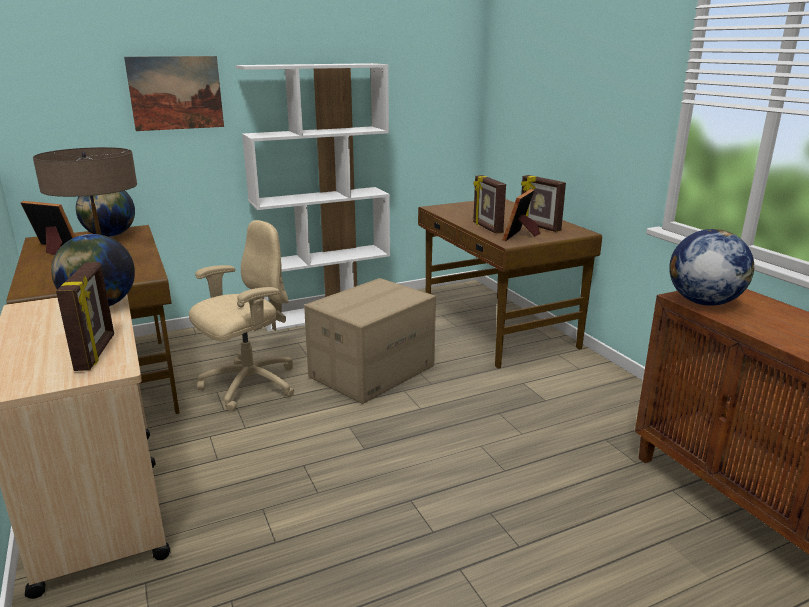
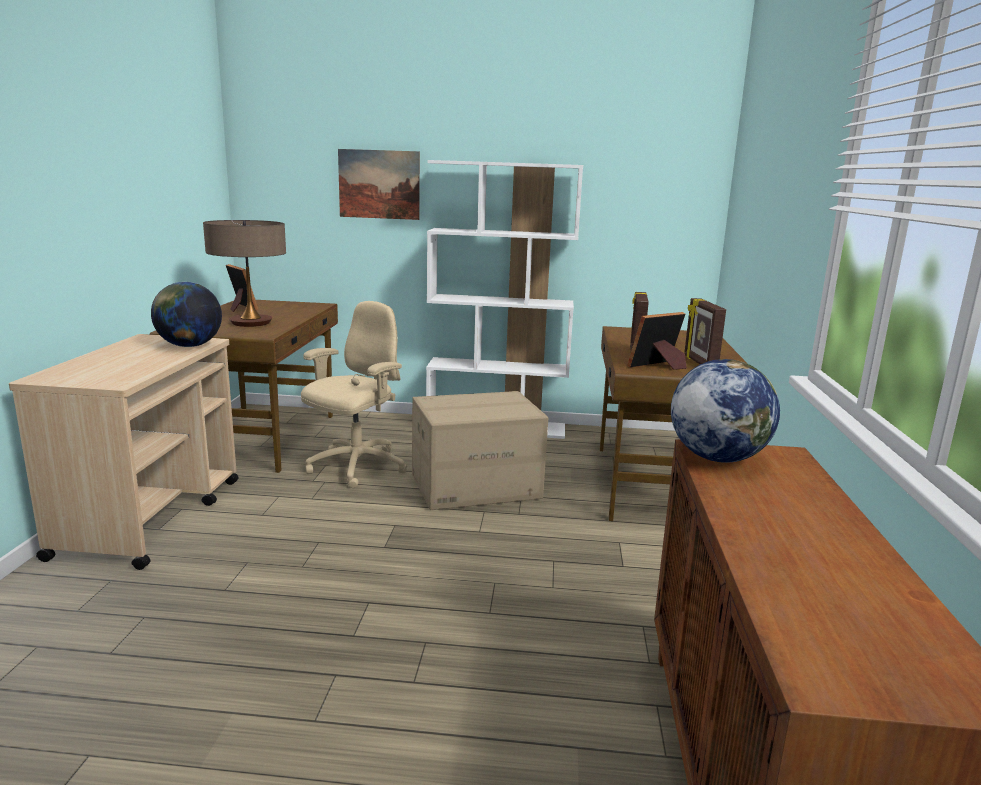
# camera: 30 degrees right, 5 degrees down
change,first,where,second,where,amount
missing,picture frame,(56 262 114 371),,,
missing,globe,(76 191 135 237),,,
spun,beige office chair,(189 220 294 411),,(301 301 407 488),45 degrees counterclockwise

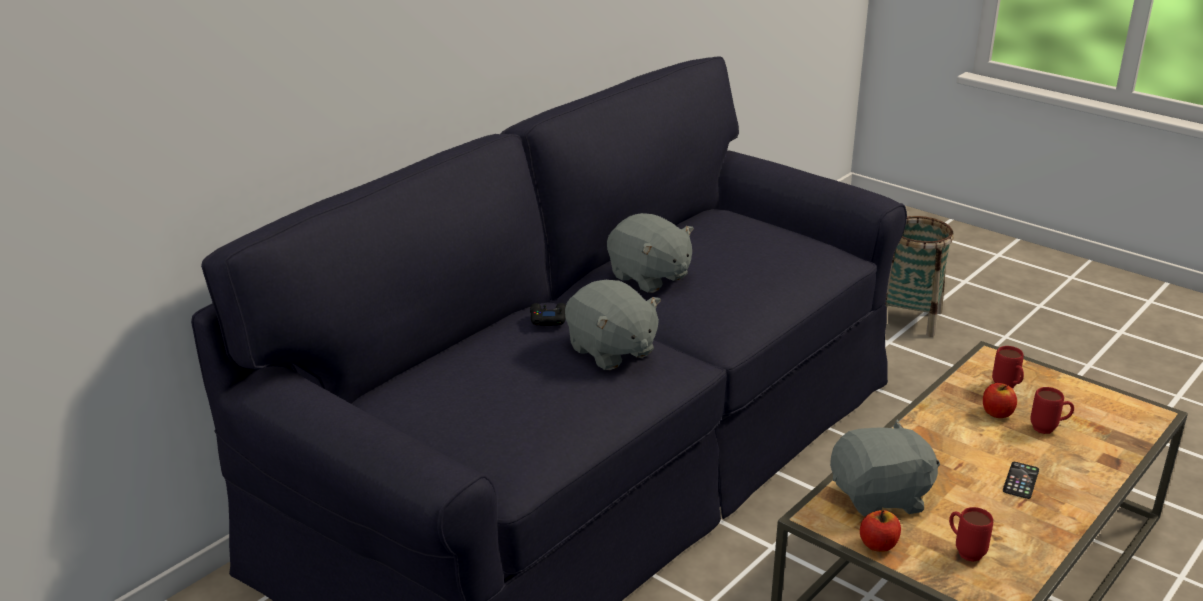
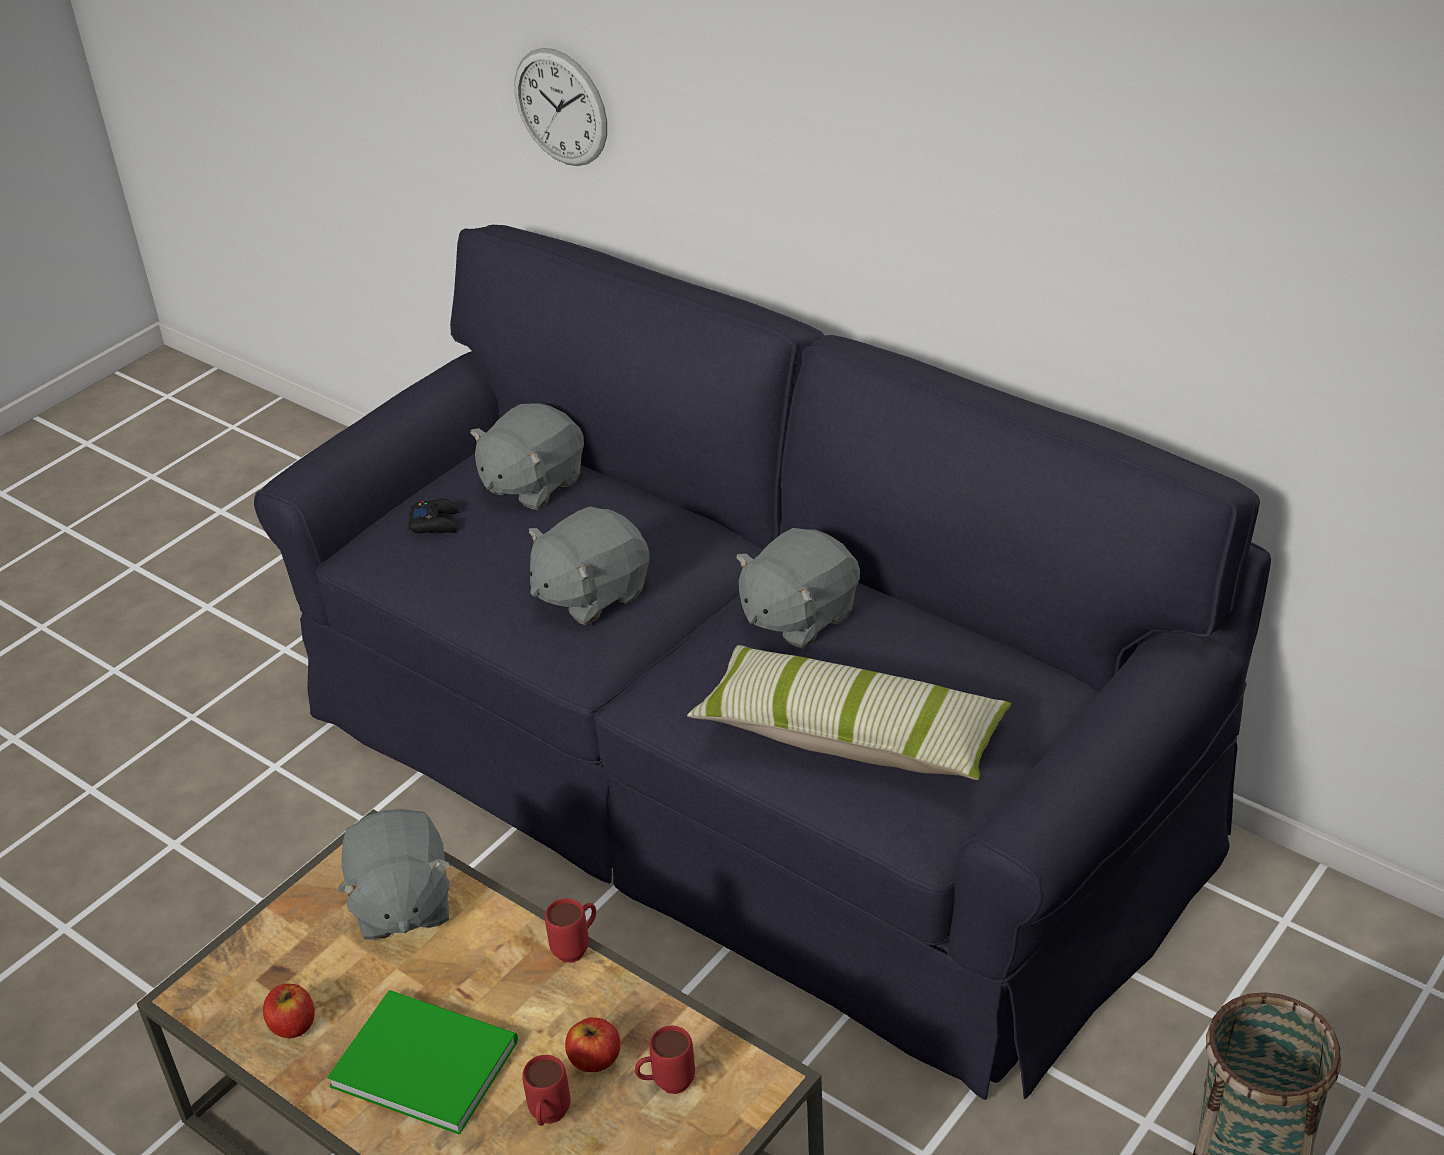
# camera: 90 degrees right, 10 degrees up
change,first,where,second,where,amount
appeared,,,grey plush toy,(470 403 584 510),
appeared,,,wall clock,(514 48 607 166),
appeared,,,pillow,(687 645 1011 780),
relocated,black game controller,(530 303 566 326),,(408 498 459 533),
relocated,apple,(860 510 901 552),,(263 984 315 1039),
relocated,red mug,(949 507 993 562),,(545 898 596 963),
exchanged,phone,(1003 462 1039 499),green book,(327 990 518 1135),

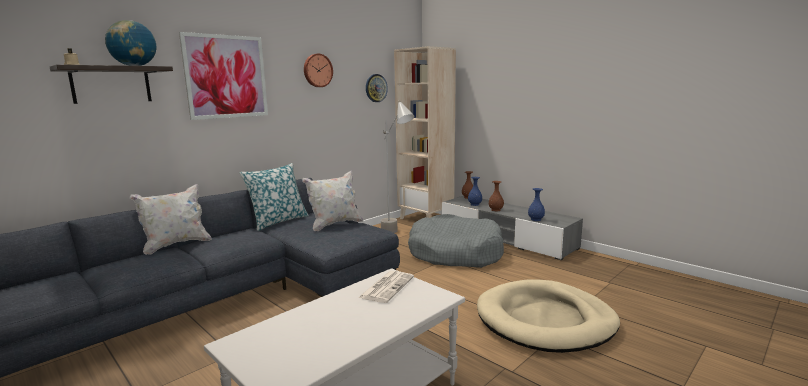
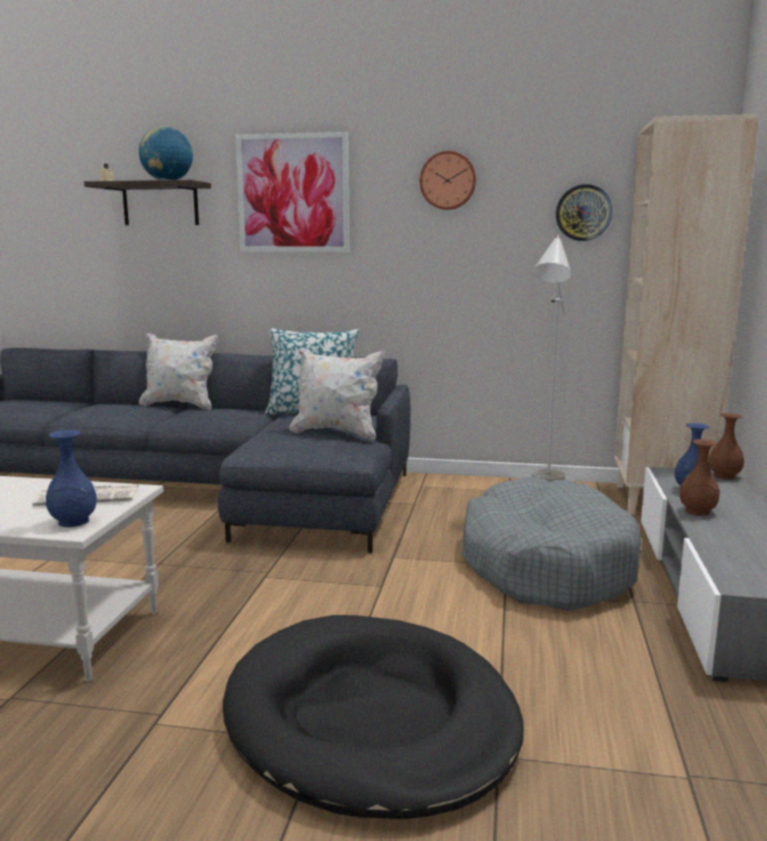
# camera: 55 degrees right, 0 degrees up
change,first,where,second,where,amount
relocated,blue vase,(528 188 545 221),,(46 430 97 527),
colour,beige dog bed,(477 280 620 353),black dog bed,(223 615 524 819),

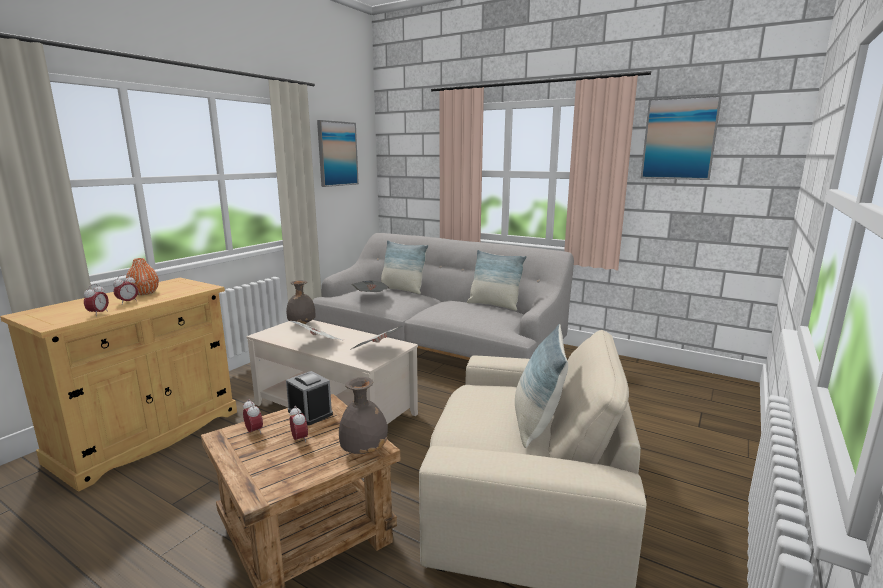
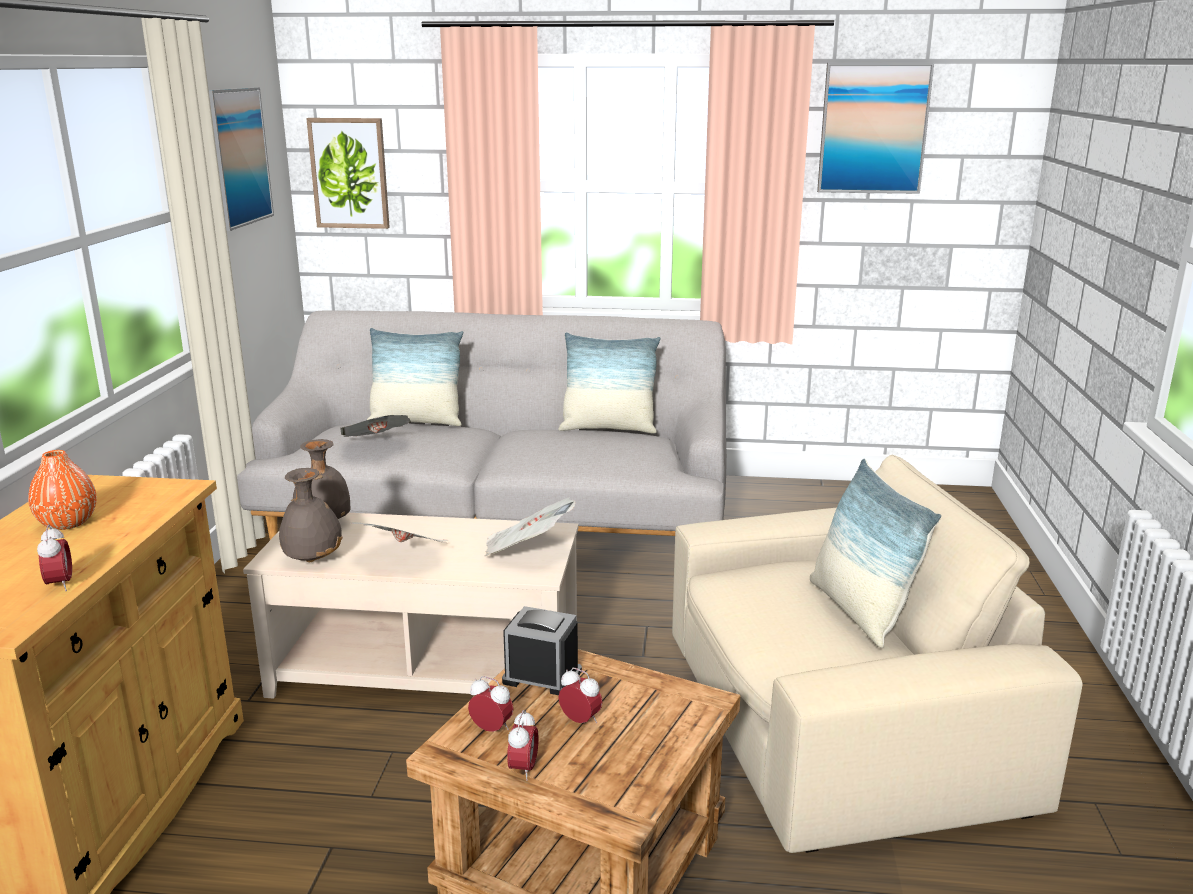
# camera: 25 degrees left, 5 degrees up
change,first,where,second,where,amount
appeared,,,picture,(306 118 390 229),
relocated,alarm clock,(113 275 138 304),,(507 710 539 781),
relocated,grey vase,(339 377 388 454),,(279 468 343 562),

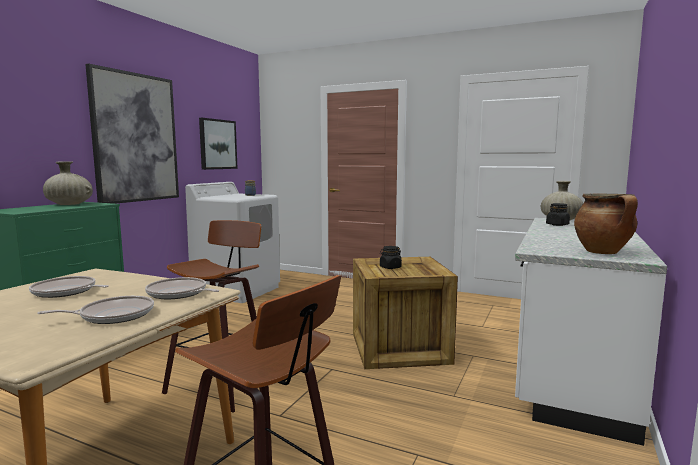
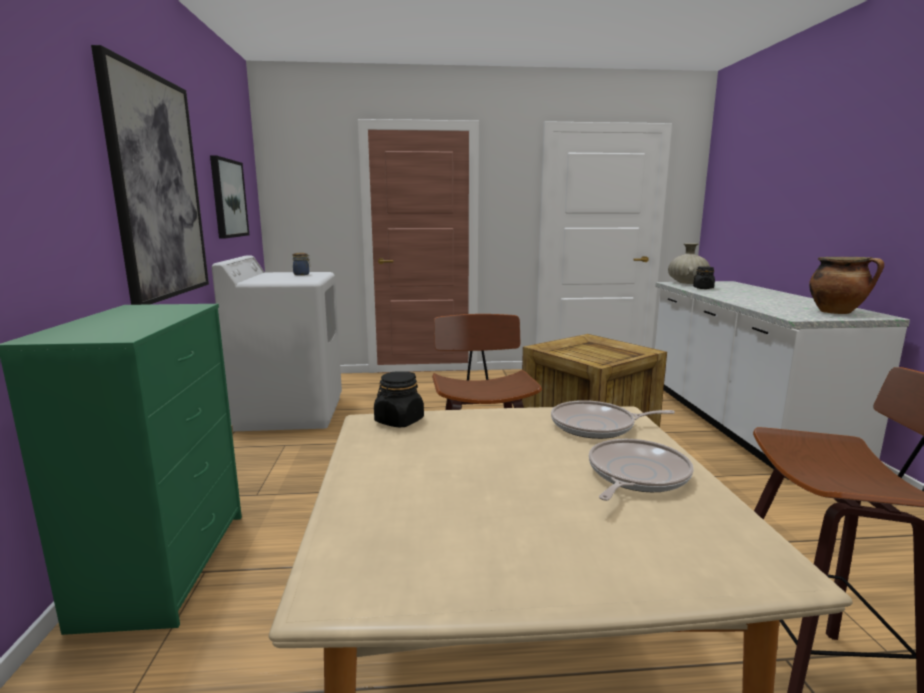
# camera: 30 degrees left, 5 degrees up
change,first,where,second,where,amount
missing,frying pan,(29 276 109 298),,,
missing,beige vase,(43 161 93 205),,,
relocated,black jar,(380 246 402 269),,(374 371 424 428),

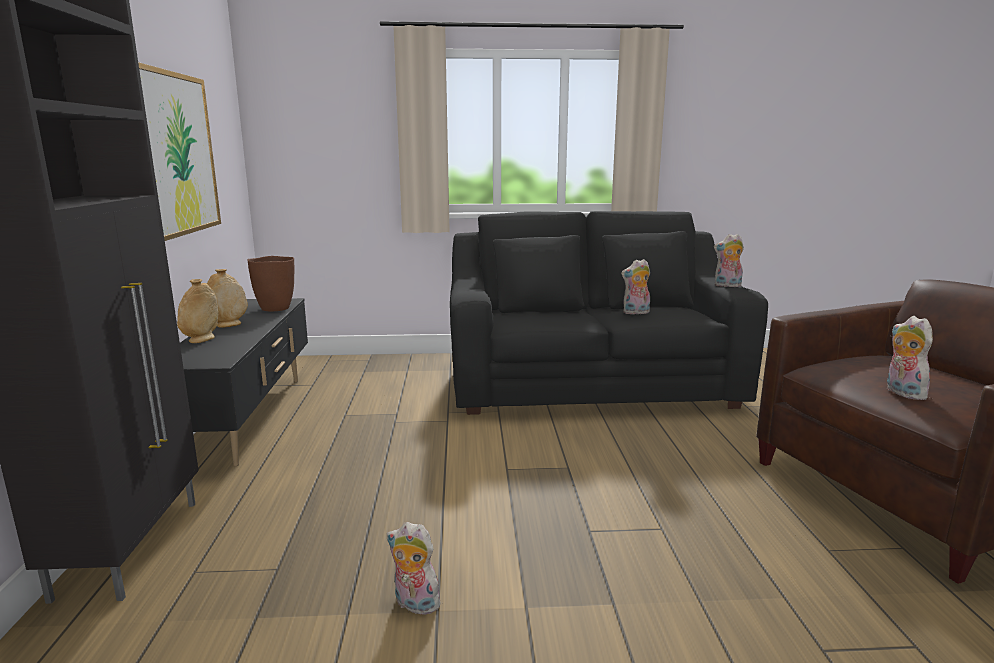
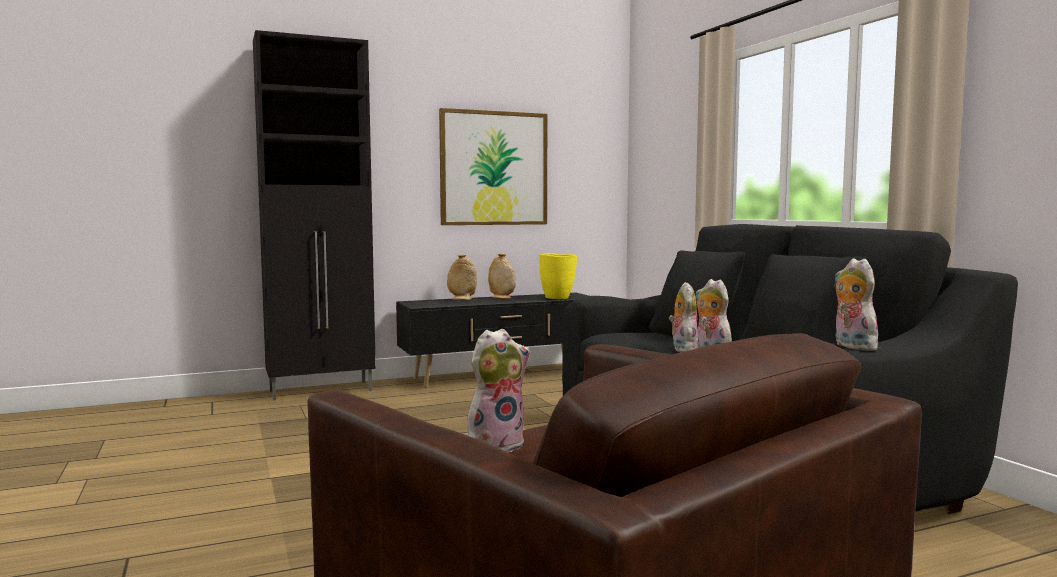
# camera: 70 degrees right, 10 degrees down
change,first,where,second,where,amount
relocated,plush toy,(387 522 446 617),,(669 282 698 352),
colour,brown vase,(247 256 295 311),yellow vase,(539 253 577 299),

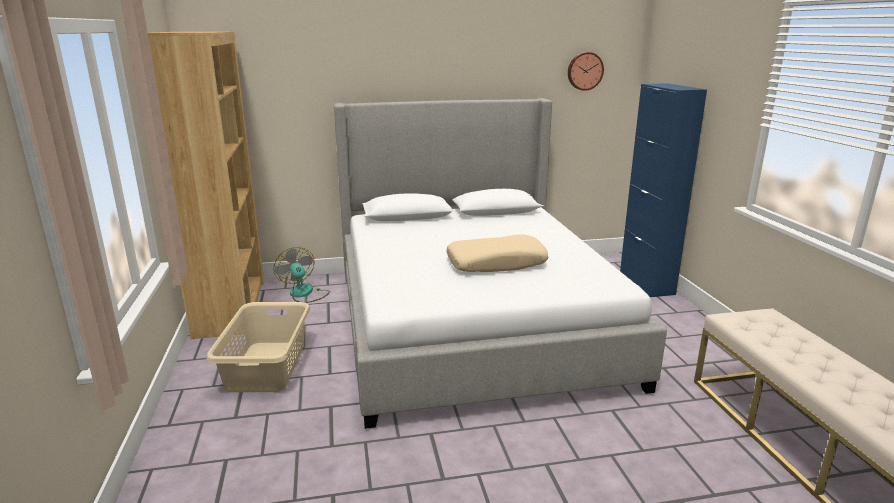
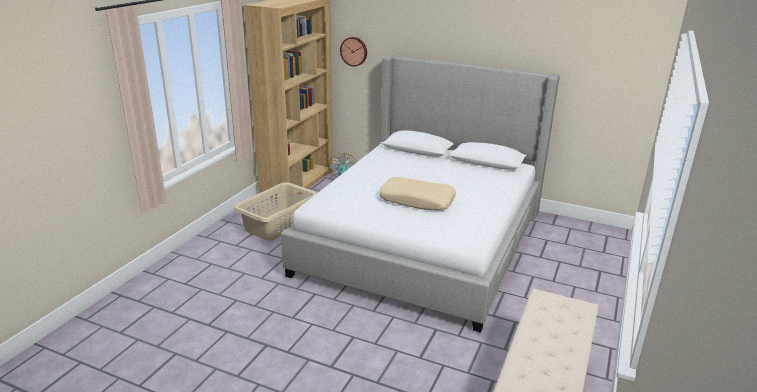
# camera: 35 degrees right, 5 degrees up
change,first,where,second,where,amount
missing,blue cabinet,(620 83 707 297),,,
relocated,wall clock,(568 52 604 91),,(340 37 367 67),

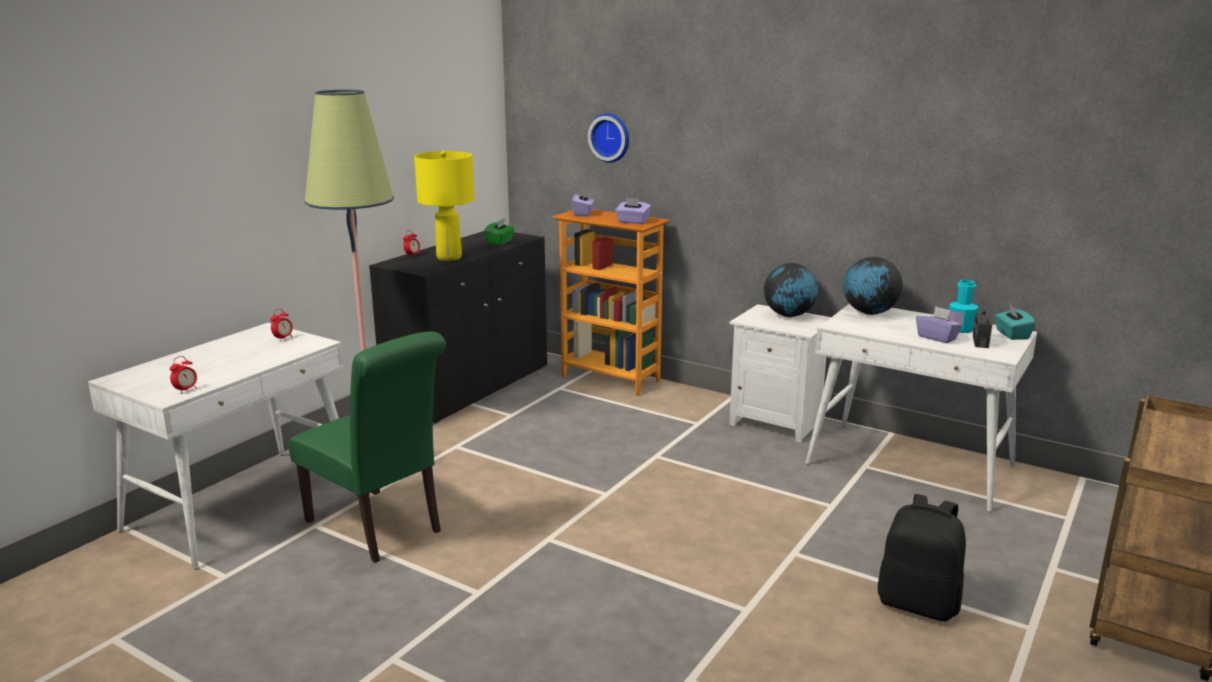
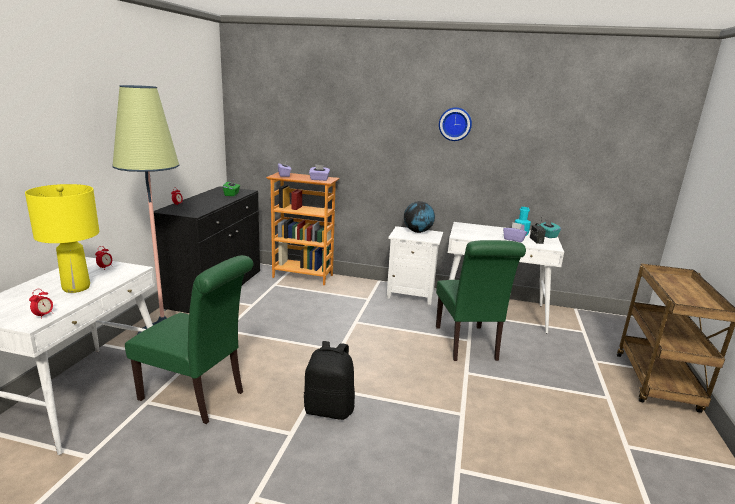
# camera: 20 degrees left, 0 degrees up
change,first,where,second,where,amount
missing,globe,(843 257 903 315),,,
appeared,,,green chair,(436 240 526 361),
relocated,yellow table lamp,(414 151 474 261),,(25 184 99 293),
relocated,wall clock,(588 113 629 163),,(439 108 472 141),
relocated,black backpack,(878 494 966 622),,(304 341 355 420),

